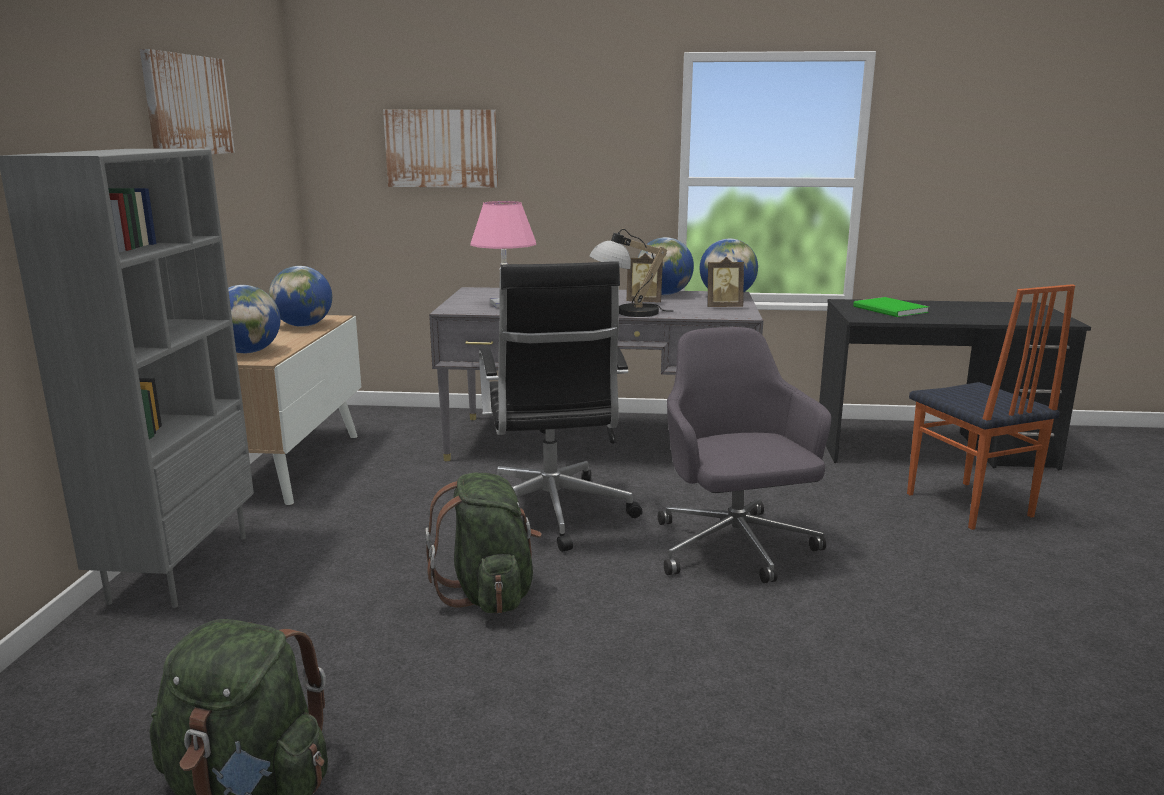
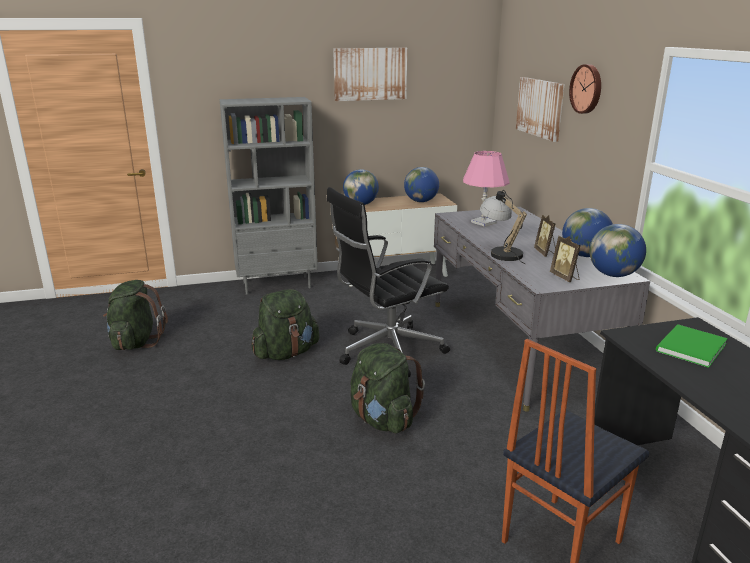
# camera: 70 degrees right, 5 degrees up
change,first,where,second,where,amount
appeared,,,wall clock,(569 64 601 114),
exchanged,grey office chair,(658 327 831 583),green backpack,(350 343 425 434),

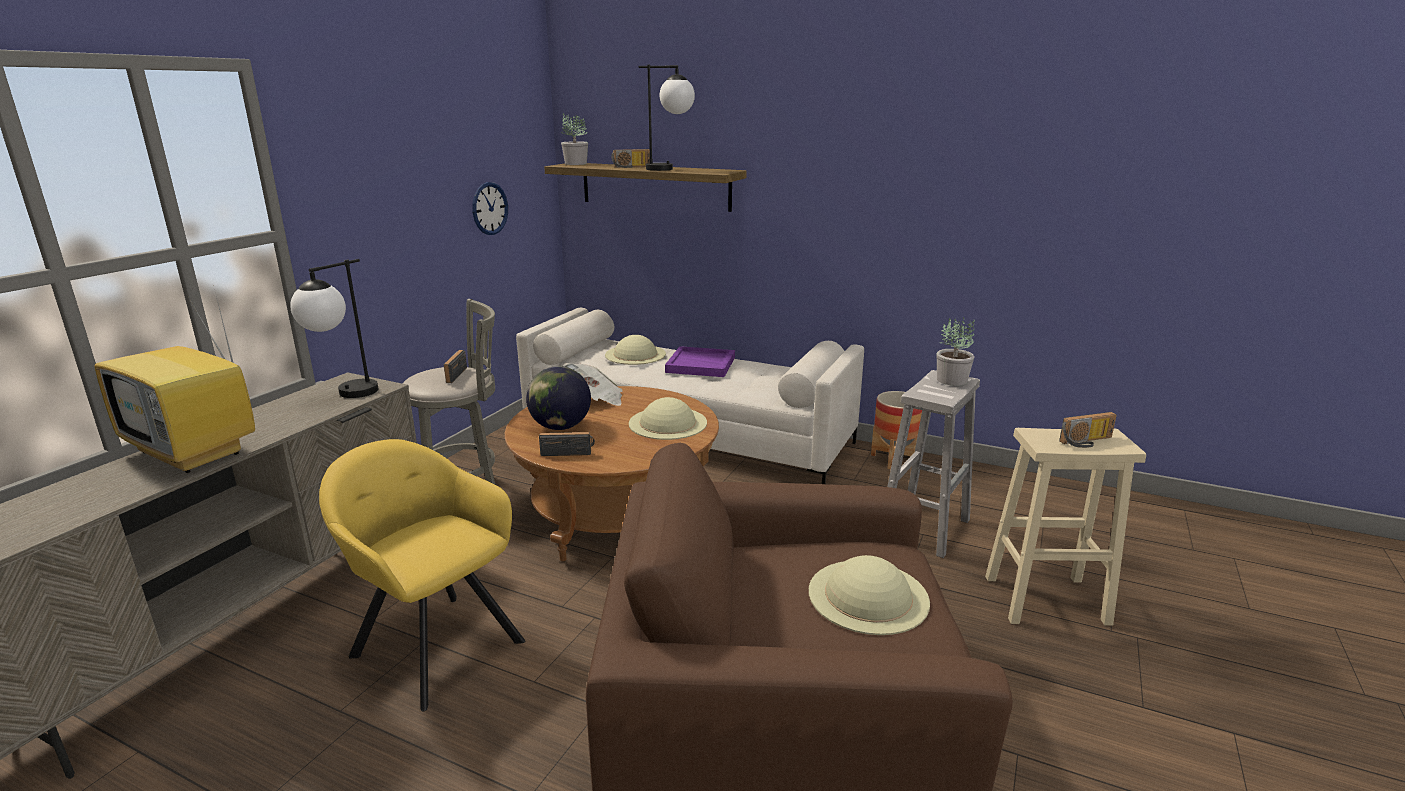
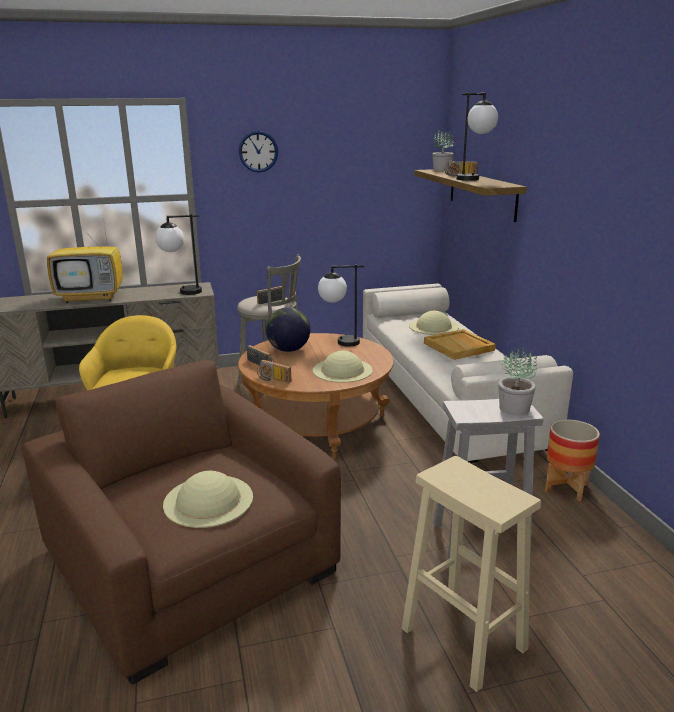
# camera: 50 degrees right, 0 degrees up
change,first,where,second,where,amount
relocated,wall clock,(472 182 508 235),,(239 131 278 173),
relocated,radio,(1059 412 1117 448),,(257 359 291 383),
exchanged,newspaper,(563 363 623 406),table lamp,(318 265 364 347),
colour,purple tray,(665 346 735 377),beige tray,(424 329 496 360),
spun,television,(94 295 255 473),,(47 218 123 303),90 degrees counterclockwise

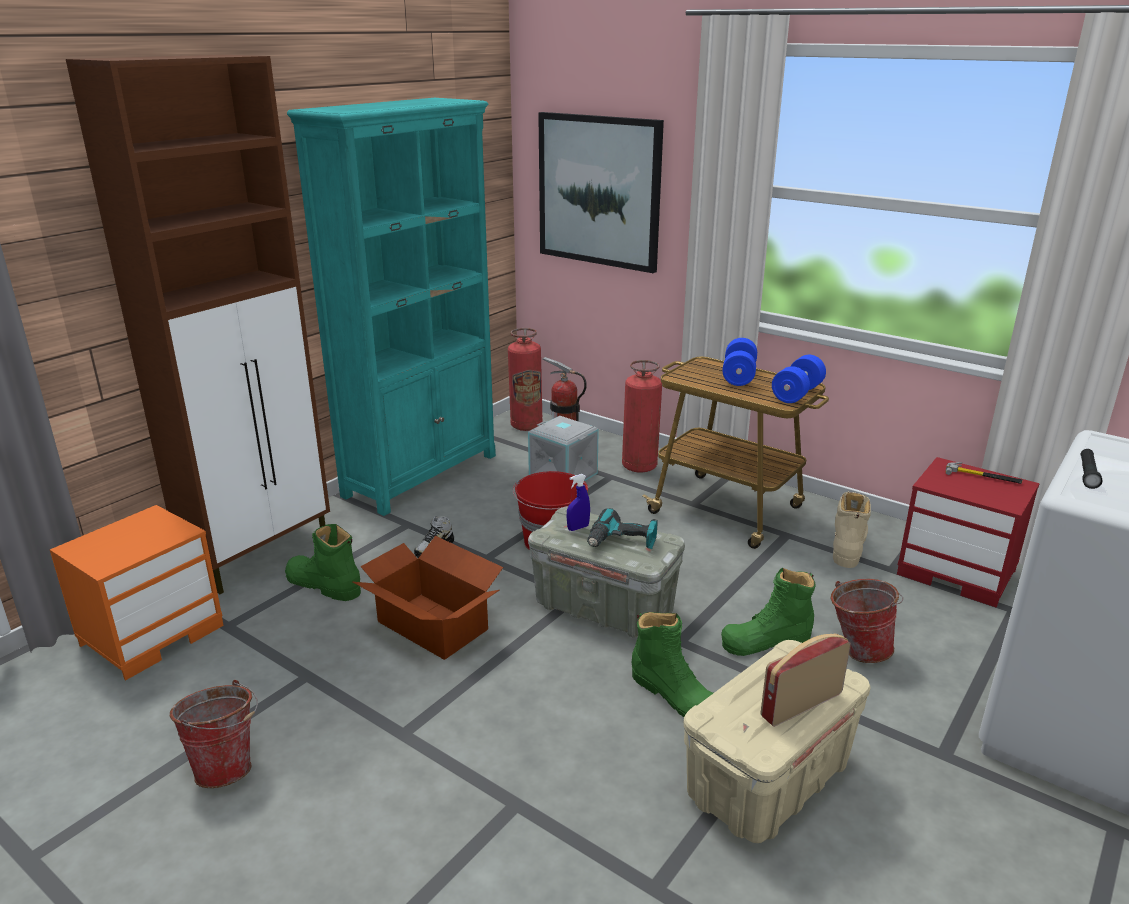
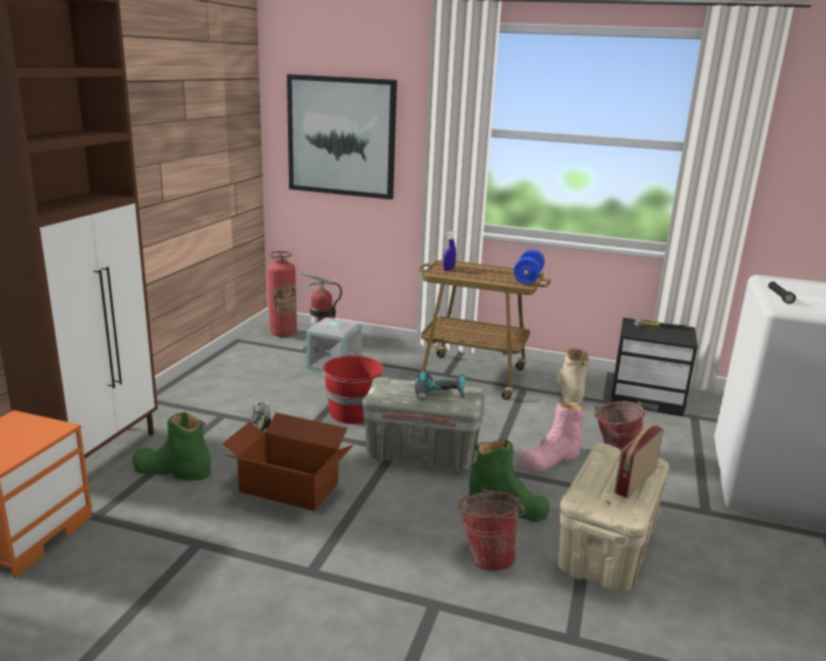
# camera: 20 degrees left, 5 degrees down
change,first,where,second,where,amount
missing,turquoise bookcase,(287 98 496 516),,,
missing,fire extinguisher,(622 360 662 473),,,
missing,blue dumbbell,(722 338 757 386),,,
relocated,bucket,(170 680 258 788),,(459 488 525 571),
relocated,blue spray bottle,(567 474 590 531),,(443 231 456 271),
colour,green boot,(721 567 816 656),pink boot,(521 400 584 471),
colour,red nightstand,(897 457 1040 608),black nightstand,(611 318 698 416),

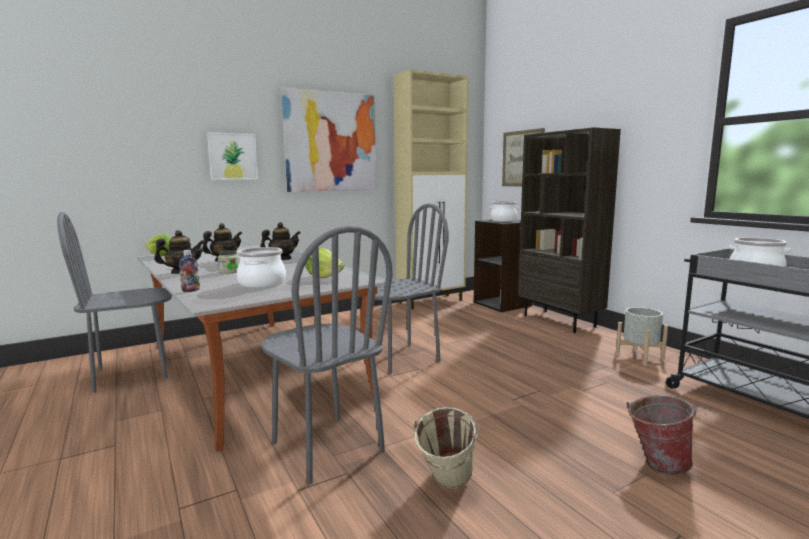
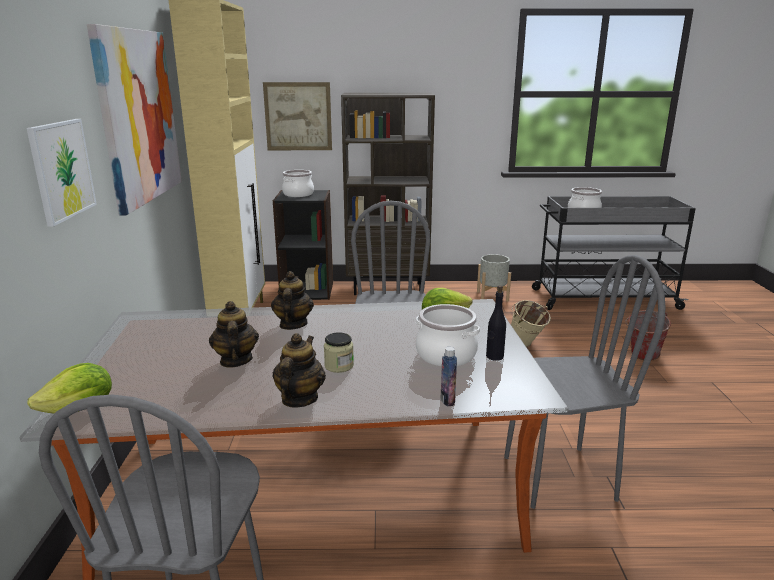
# camera: 60 degrees left, 10 degrees up
change,first,where,second,where,amount
appeared,,,black bottle,(486 285 506 361),
relocated,beige bucket,(413 407 479 489),,(511 300 551 347),

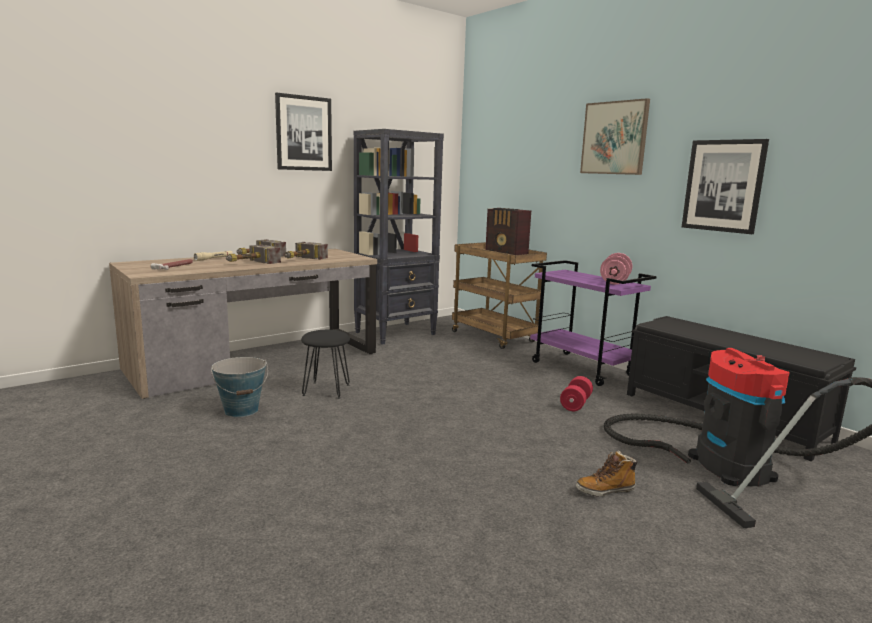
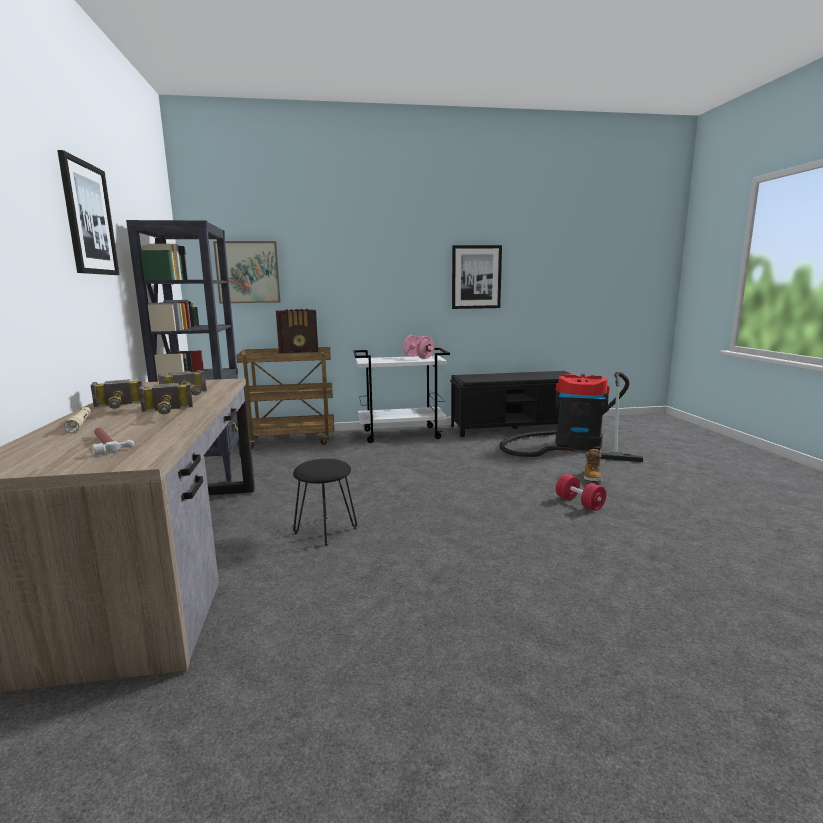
# camera: 60 degrees left, 0 degrees up
change,first,where,second,where,amount
missing,bucket,(211 357 268 417),,,
relocated,red dumbbell,(560 376 593 411),,(556 474 606 511),
relocated,picture,(580 98 650 175),,(213 241 281 303),
colour,purple cart,(530 260 657 386),white cart,(353 348 450 443),

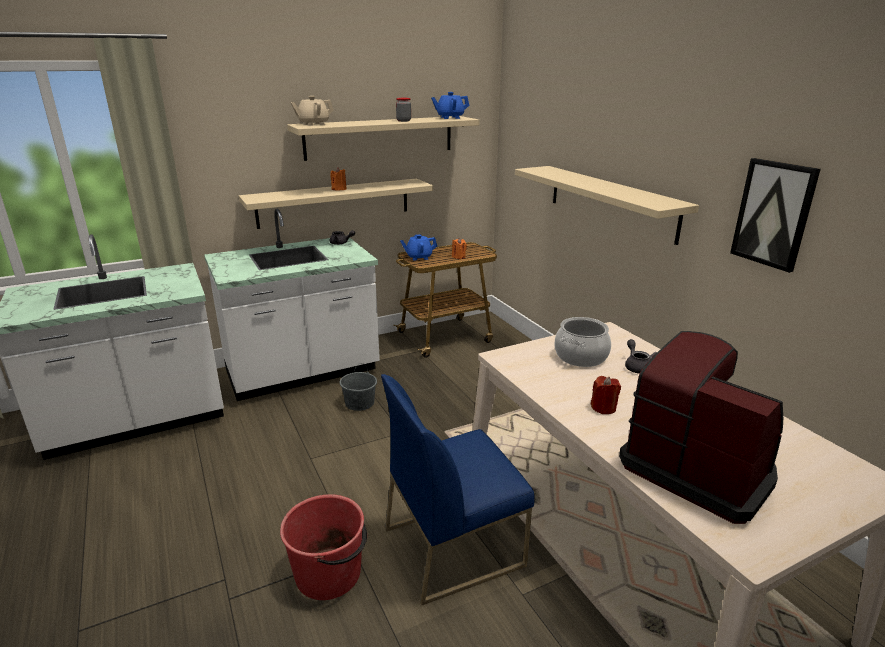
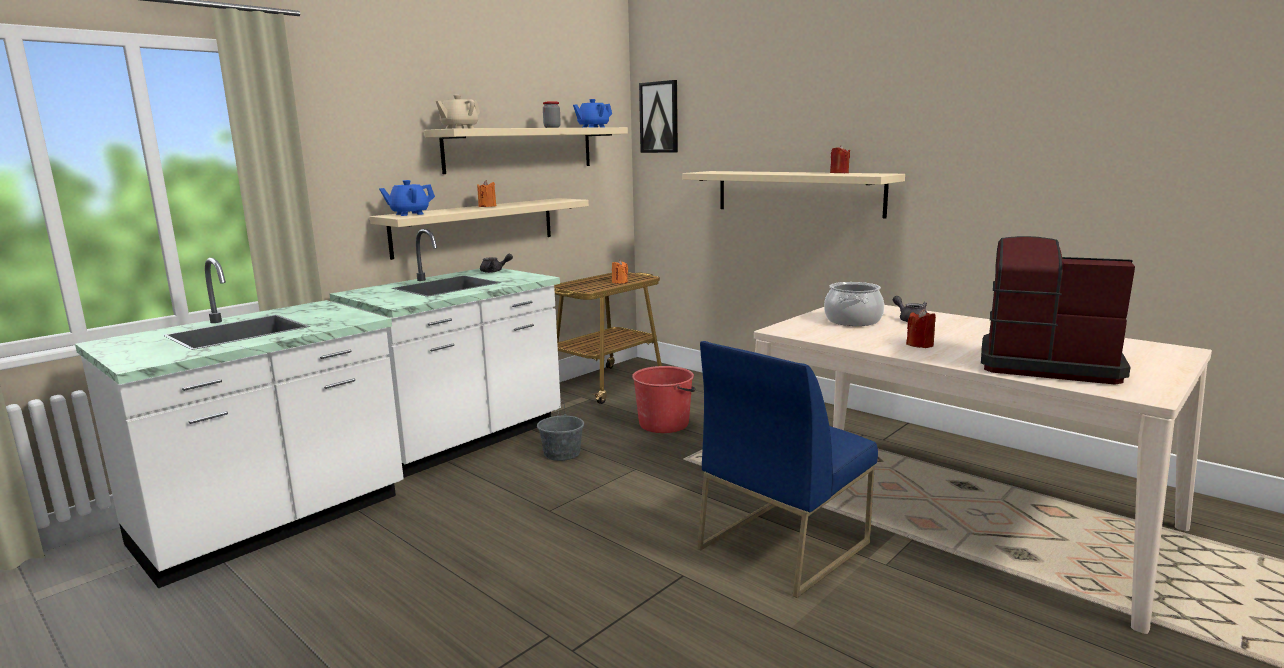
# camera: 20 degrees left, 10 degrees down
change,first,where,second,where,amount
appeared,,,red candle,(830 145 850 173),
relocated,red bucket,(280 494 367 600),,(632 366 695 433),
relocated,blue teapot,(400 234 437 261),,(379 180 435 216),
relocated,picture,(730 158 821 273),,(639 80 678 153),

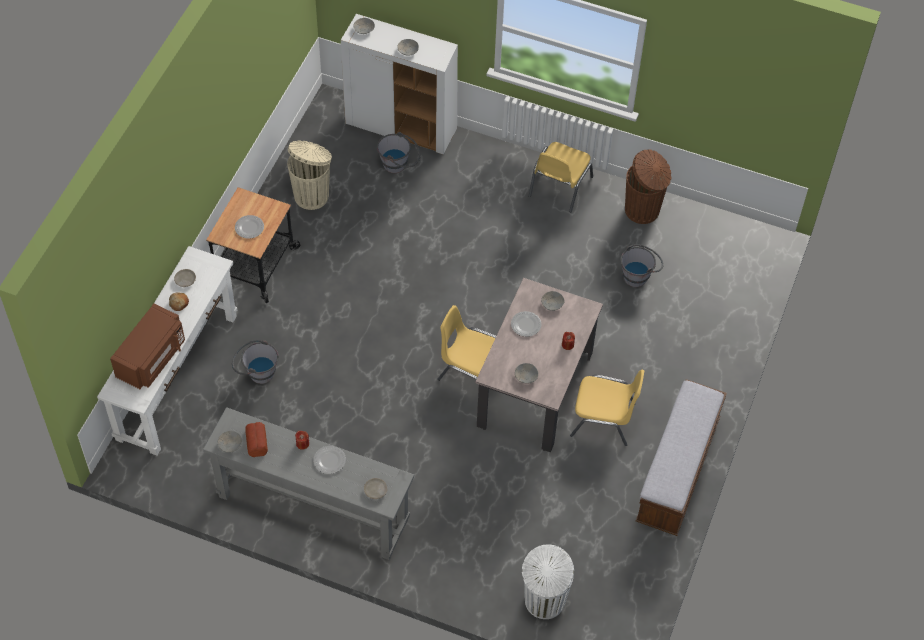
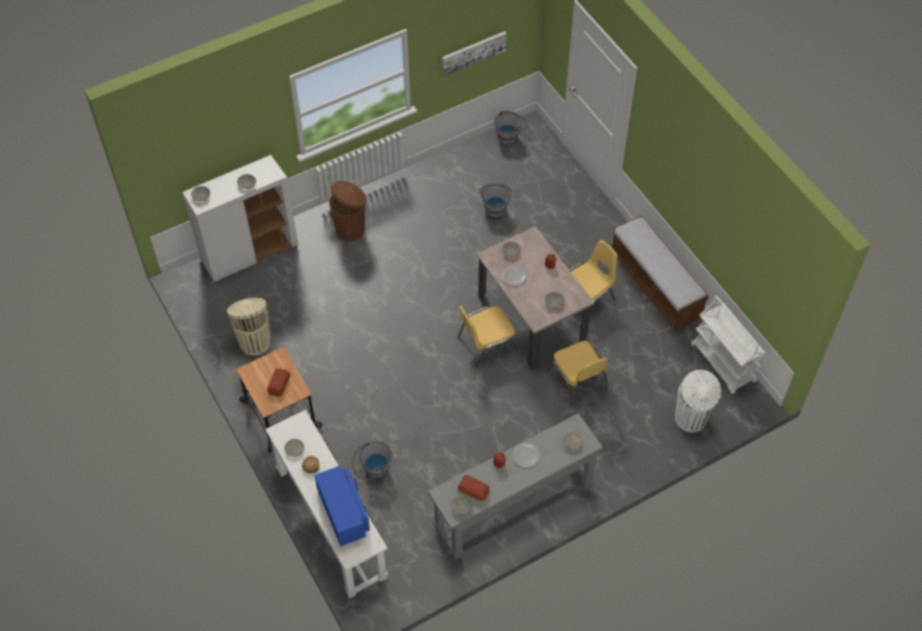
# camera: 50 degrees left, 0 degrees up
change,first,where,second,where,amount
appeared,,,picture,(442 31 507 76),
appeared,,,white cart,(690 296 766 395),
relocated,grey bucket,(377 132 421 173),,(494 111 528 144),
relocated,yellow chair,(529 142 593 212),,(547 341 608 406),
relocated,brown trash can,(625 149 672 224),,(329 181 367 241),
exchanged,plate,(235 215 264 239),bread,(267 368 290 397),
colour,brown microwave,(110 304 185 389),blue microwave,(314 466 370 546),

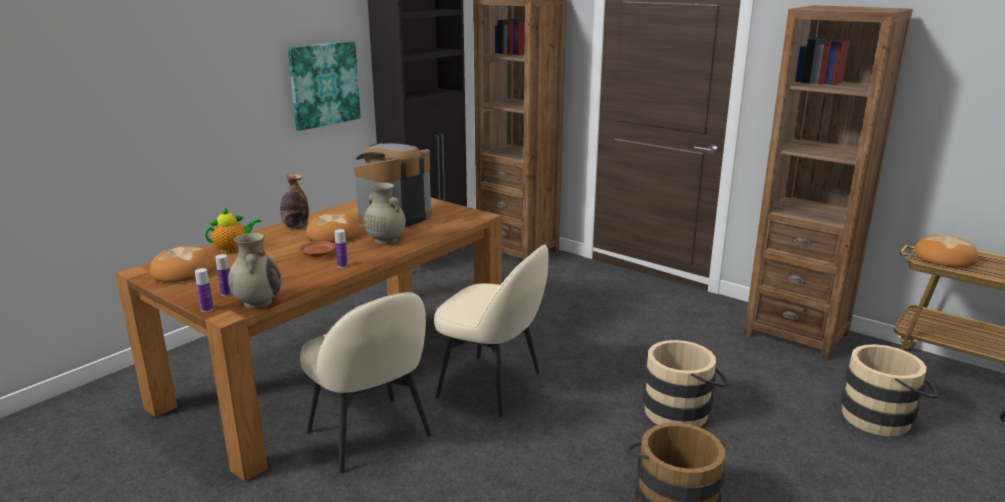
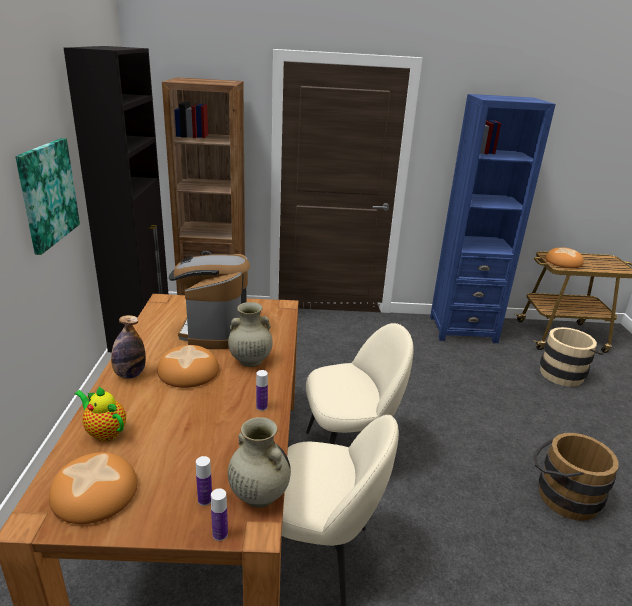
# camera: 40 degrees left, 5 degrees up
change,first,where,second,where,amount
missing,brown plate,(299 241 336 257),,,
missing,beige bucket,(643 340 729 427),,,
colour,brown bookcase,(744 5 913 361),blue bookcase,(430 94 556 343),
spun,teapot,(205 207 261 253),,(74 386 126 441),75 degrees counterclockwise

